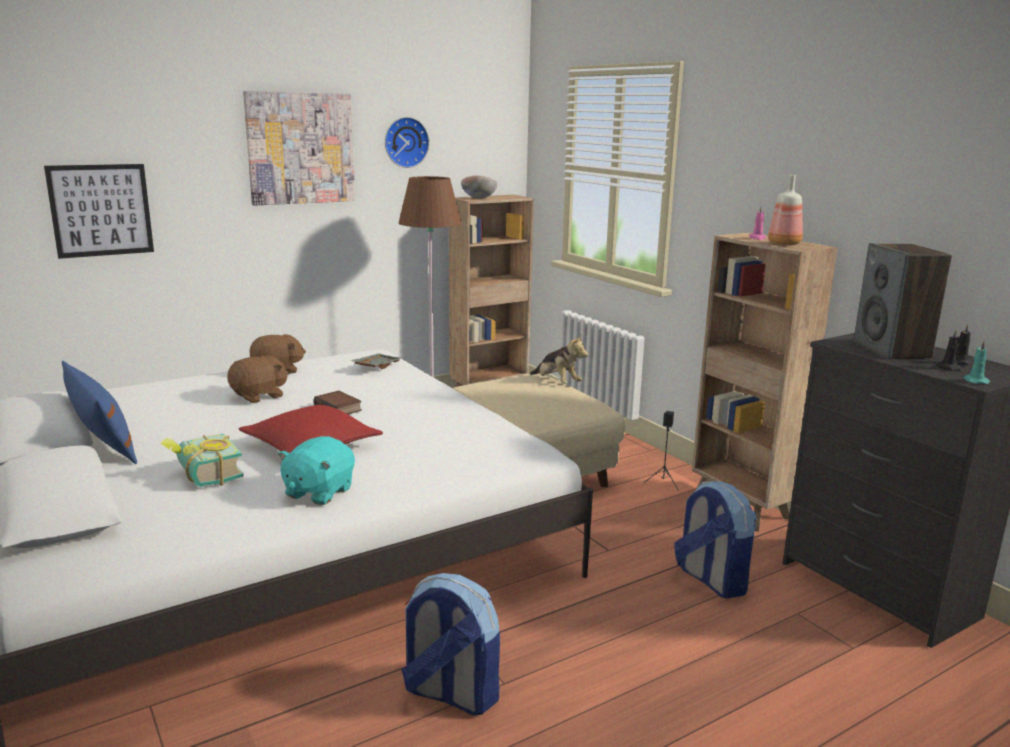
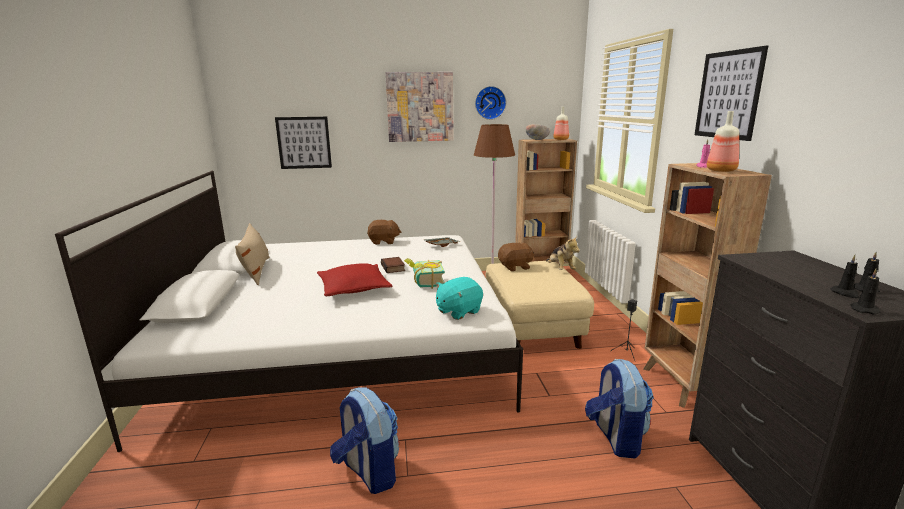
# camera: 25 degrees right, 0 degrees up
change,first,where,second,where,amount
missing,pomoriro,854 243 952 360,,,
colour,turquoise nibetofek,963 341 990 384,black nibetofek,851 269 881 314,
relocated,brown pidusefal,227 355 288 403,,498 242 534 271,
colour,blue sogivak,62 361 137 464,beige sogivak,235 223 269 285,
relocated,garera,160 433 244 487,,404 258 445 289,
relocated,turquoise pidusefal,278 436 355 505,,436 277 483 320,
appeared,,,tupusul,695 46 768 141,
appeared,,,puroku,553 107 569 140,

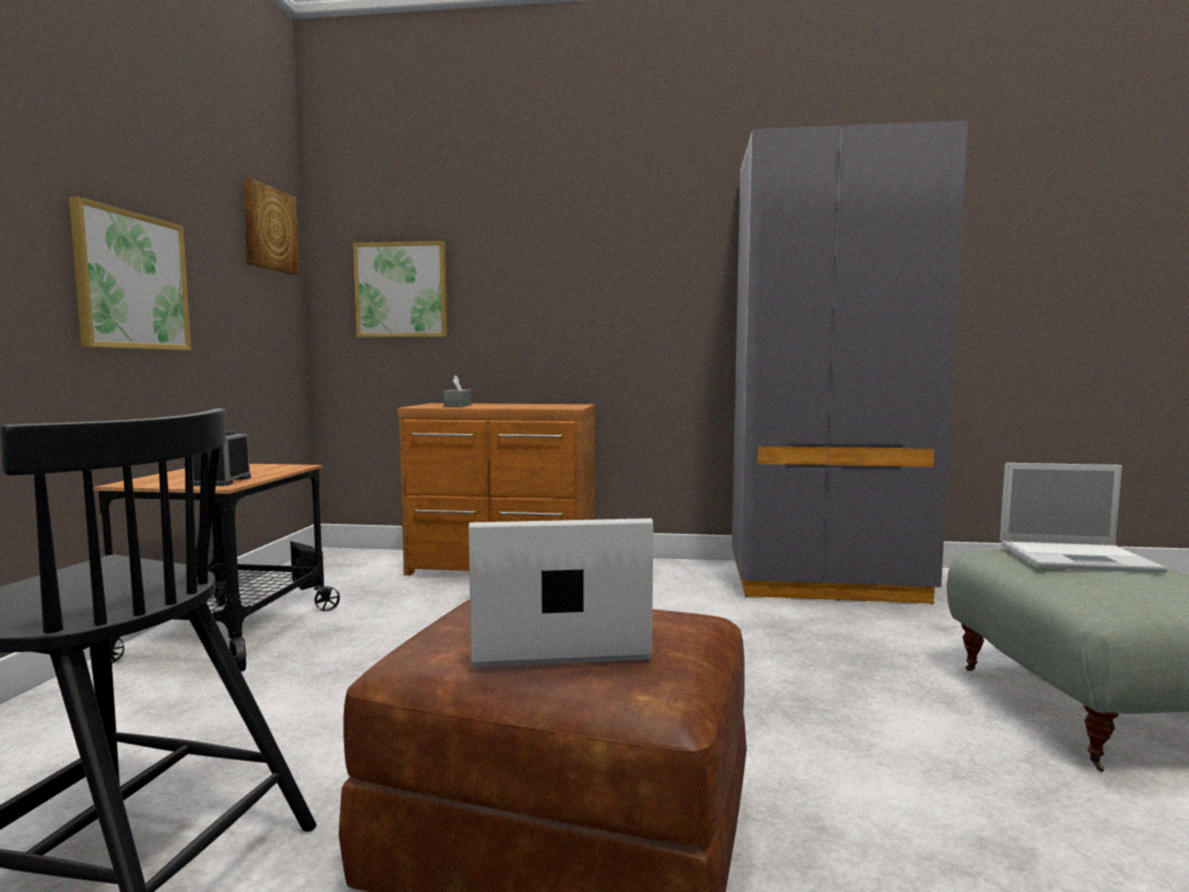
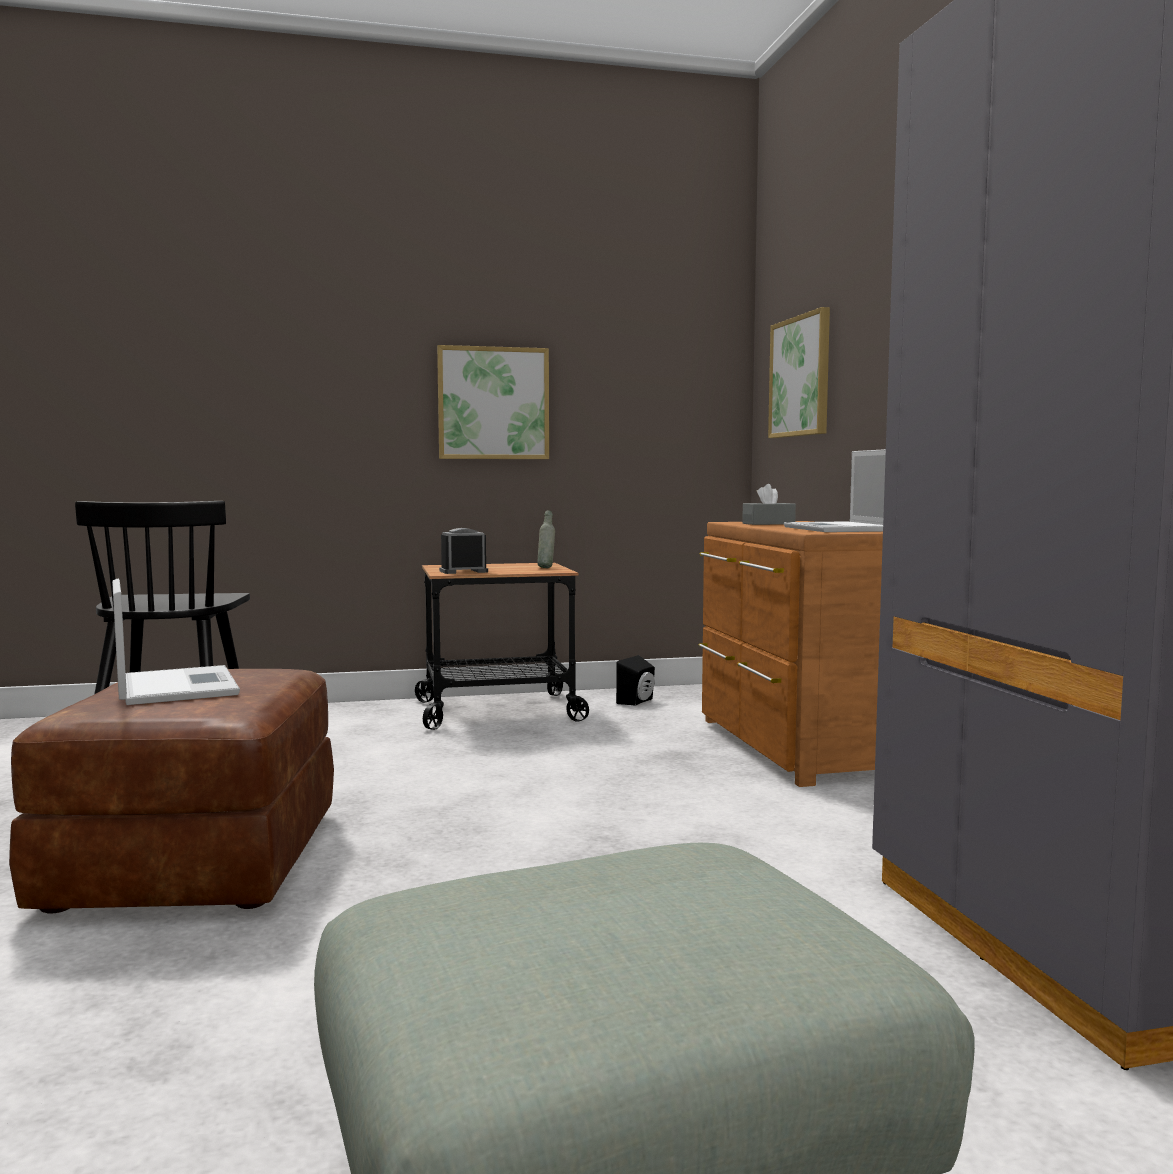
# camera: 70 degrees right, 0 degrees up
change,first,where,second,where,amount
missing,tupusul,243 177 299 275,,,
relocated,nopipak,1000 463 1168 573,,784 449 886 532,
appeared,,,grey puroku,538 510 555 568,

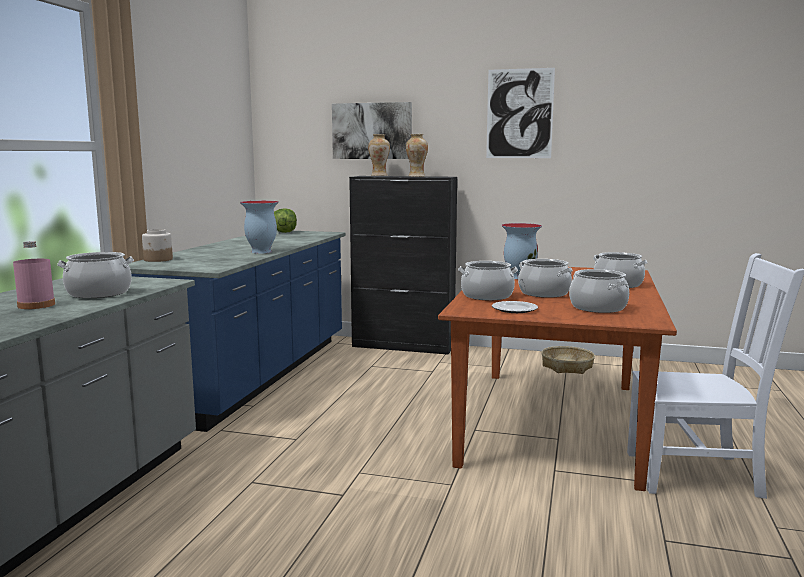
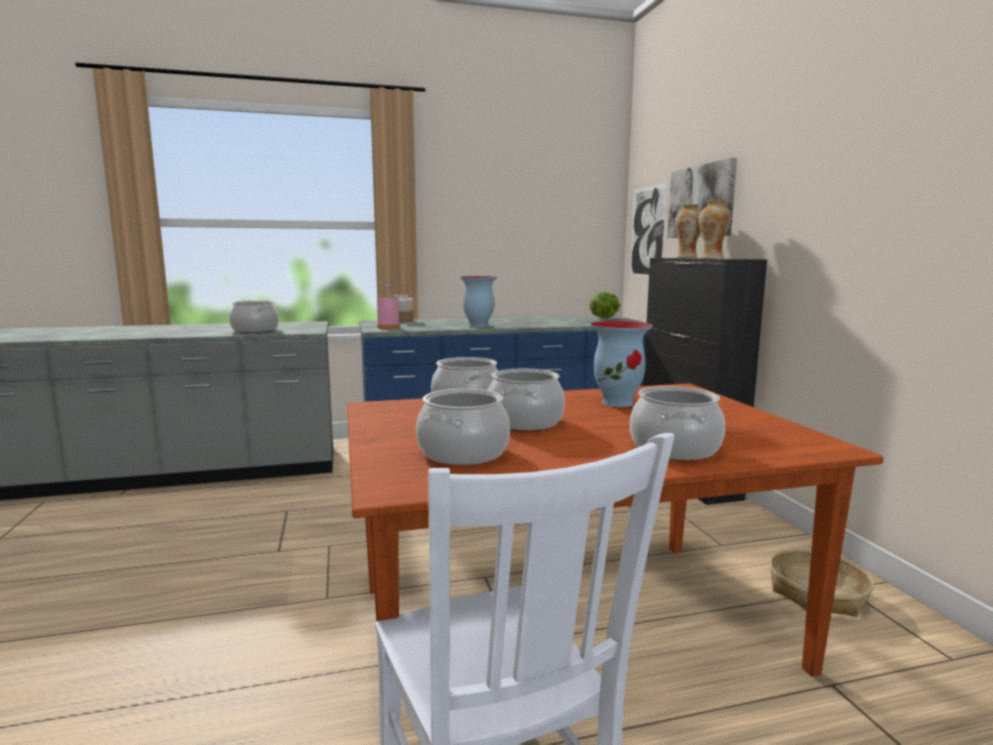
# camera: 60 degrees right, 0 degrees up
change,first,where,second,where,amount
relocated,tupusul,486 68 555 158,,630 183 668 276,
relocated,pink puroku,13 241 55 309,,377 285 400 329,
missing,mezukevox,492 301 538 313,,,

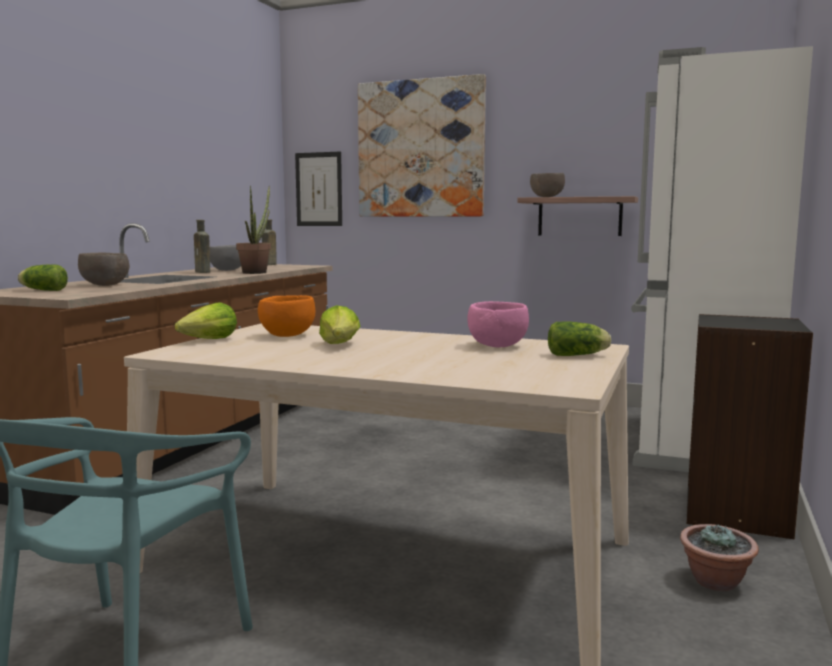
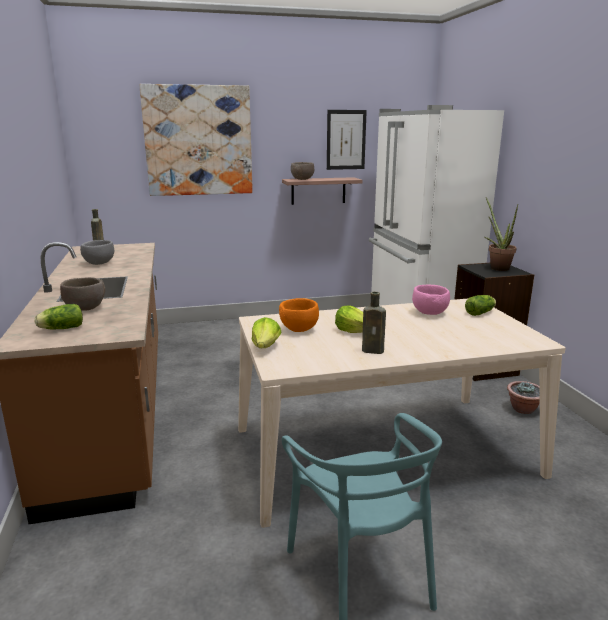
# camera: 35 degrees left, 10 degrees up
change,first,where,second,where,amount
relocated,tupusul,295 151 342 226,,327 110 367 170,
relocated,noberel,236 185 271 274,,485 197 518 271,
relocated,brown puroku,194 220 210 273,,362 292 386 354,

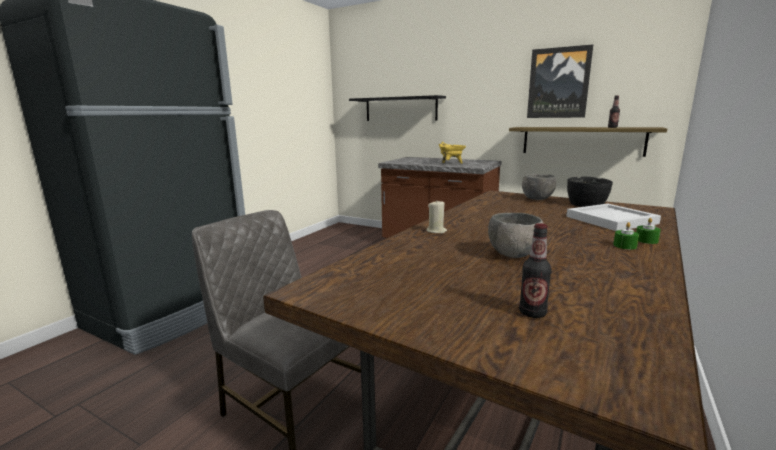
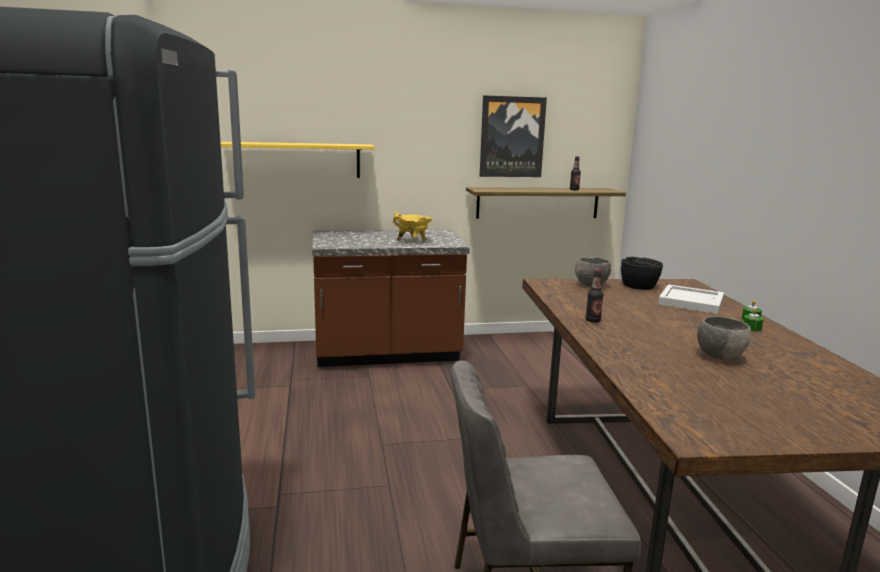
# camera: 40 degrees left, 0 degrees up
change,first,where,second,where,amount
colour,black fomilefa,349 95 446 121,yellow fomilefa,220 142 375 178,
missing,beige nibetofek,426 201 447 233,,,
relocated,puroku,519 223 552 318,,586 269 604 323,

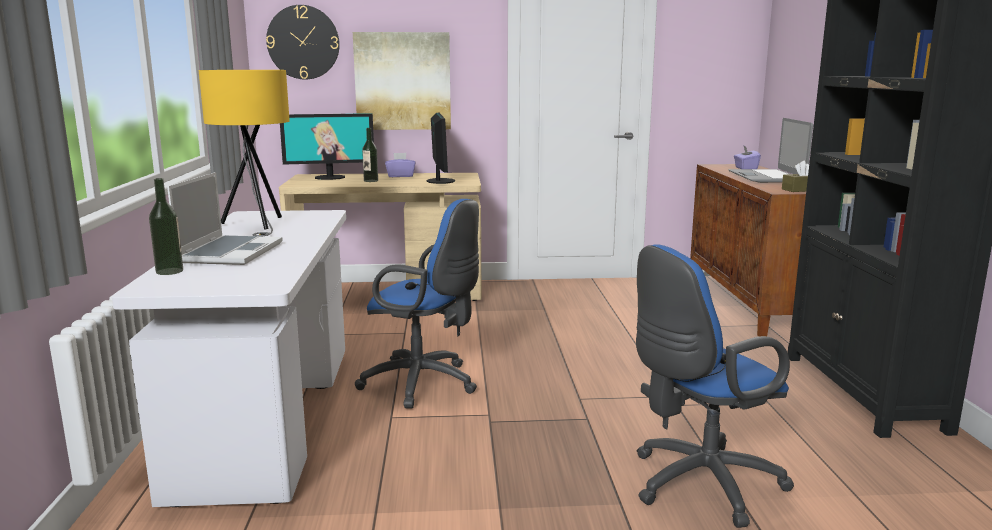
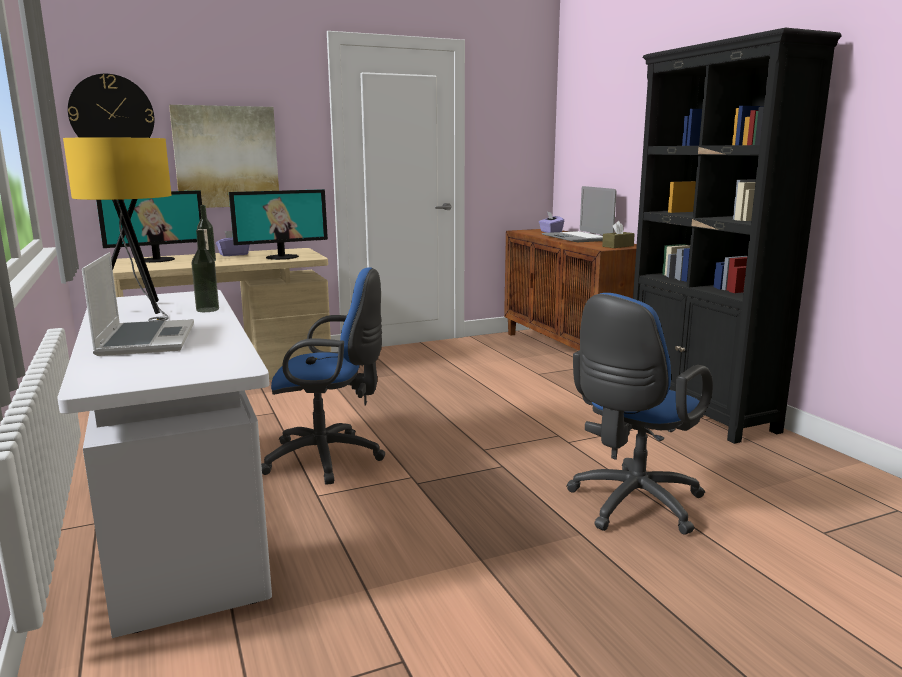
# camera: 20 degrees left, 0 degrees up
change,first,where,second,where,amount
spun,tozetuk,427 113 455 184,,229 189 328 260,90 degrees clockwise
relocated,puroku,149 178 183 275,,191 229 219 312,

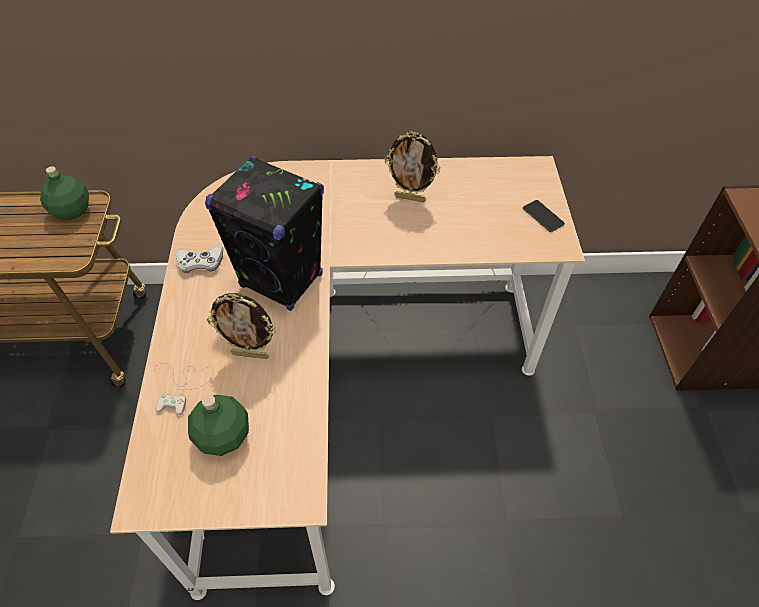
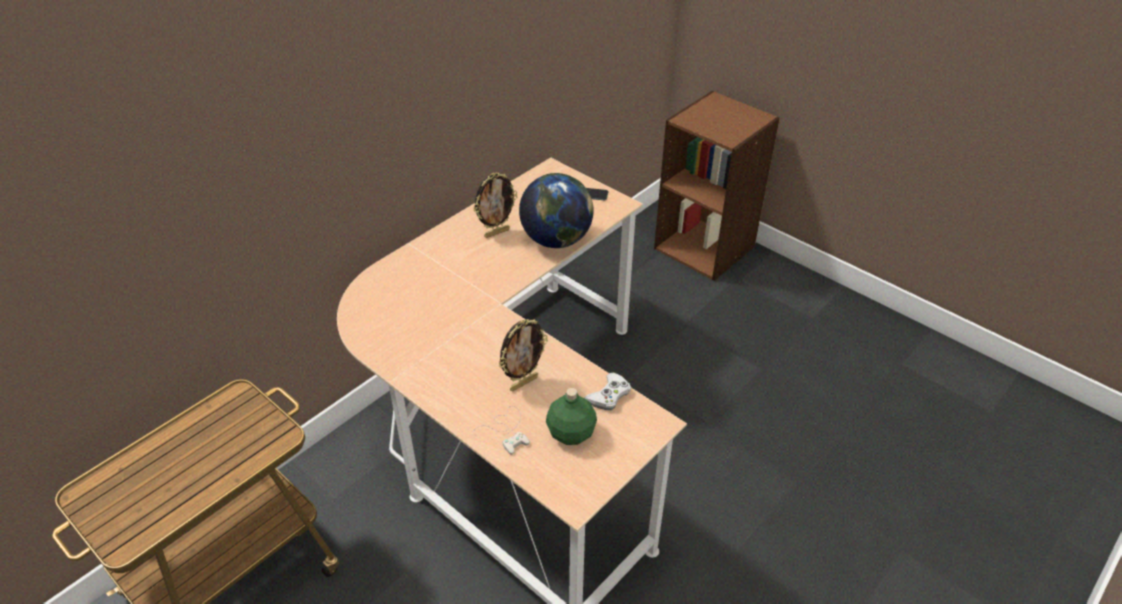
# camera: 45 degrees left, 10 degrees down
change,first,where,second,where,amount
missing,black pomoriro,205 156 324 311,,,
missing,green puroku,40 166 89 220,,,
relocated,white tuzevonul,176 246 223 273,,585 372 631 410,
appeared,,,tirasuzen,519 173 594 248,

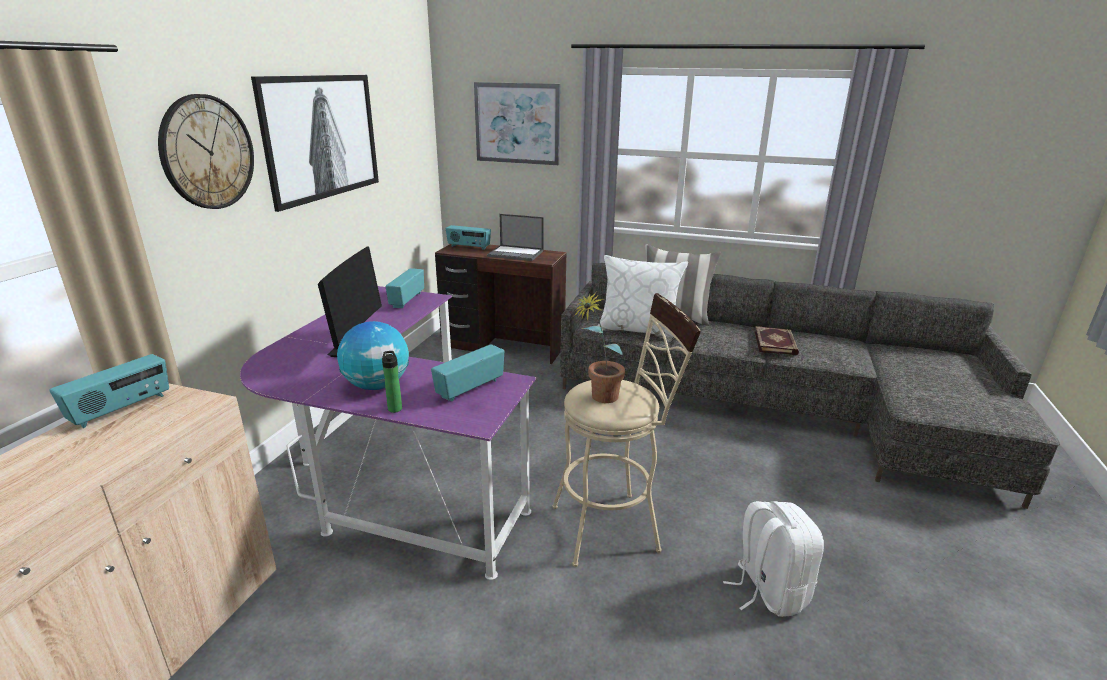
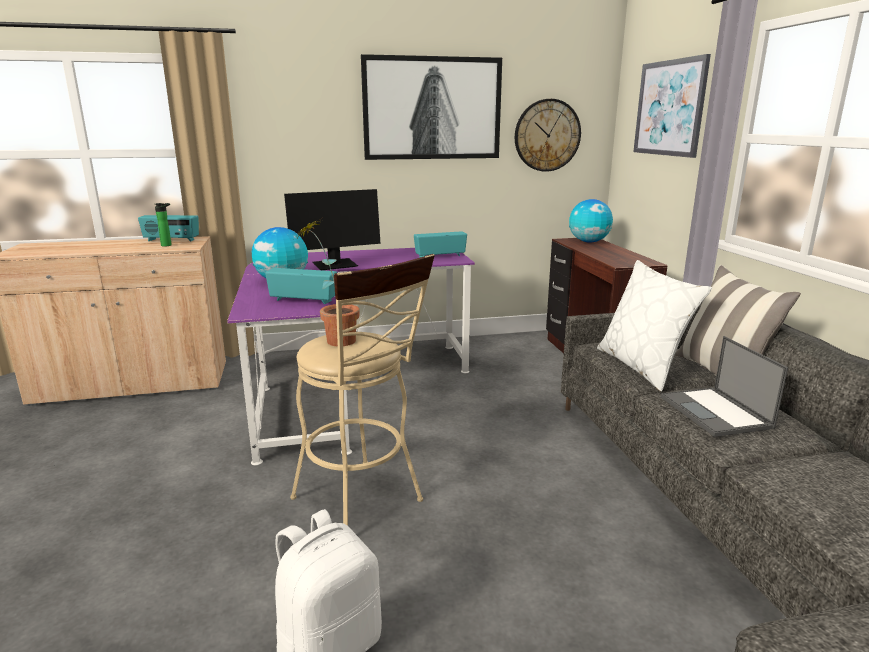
# camera: 60 degrees right, 5 degrees down
change,first,where,second,where,amount
relocated,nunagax,158 94 254 209,,515 99 581 172,
relocated,nopipak,487 214 544 261,,661 336 788 437,
exchanged,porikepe,446 225 491 250,tirasuzen,569 199 613 243,
missing,garera,755 326 799 355,,,
relocated,puroku,382 351 402 413,,155 203 172 246,

